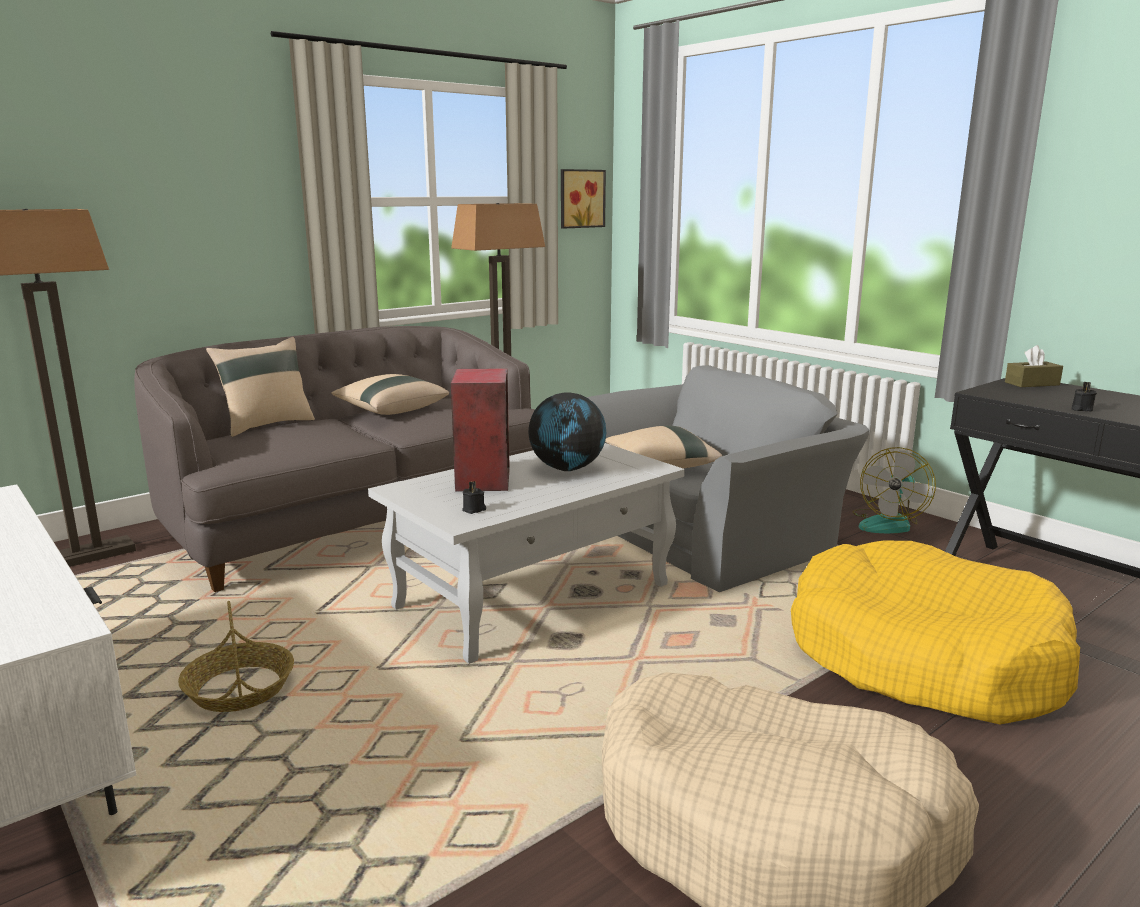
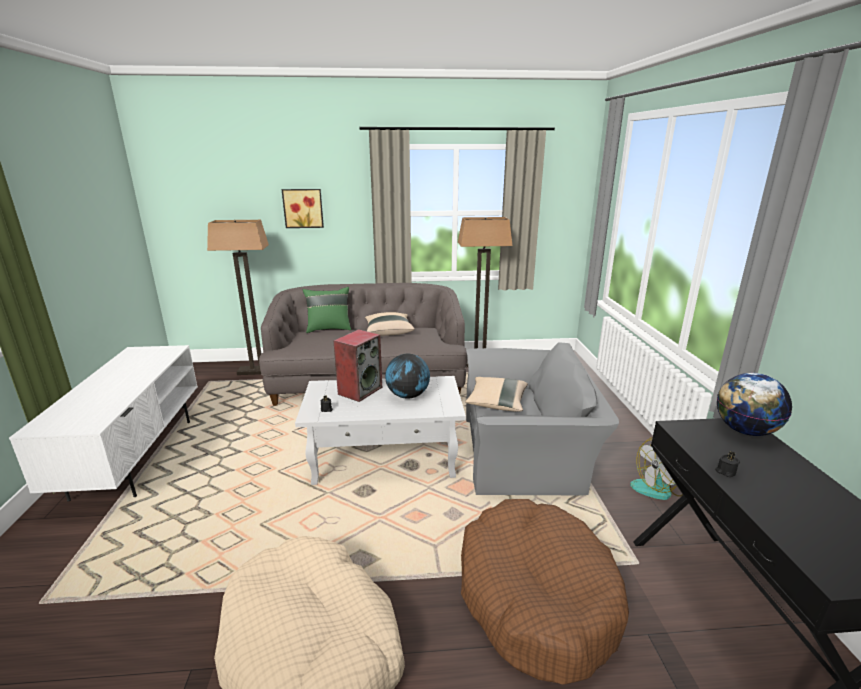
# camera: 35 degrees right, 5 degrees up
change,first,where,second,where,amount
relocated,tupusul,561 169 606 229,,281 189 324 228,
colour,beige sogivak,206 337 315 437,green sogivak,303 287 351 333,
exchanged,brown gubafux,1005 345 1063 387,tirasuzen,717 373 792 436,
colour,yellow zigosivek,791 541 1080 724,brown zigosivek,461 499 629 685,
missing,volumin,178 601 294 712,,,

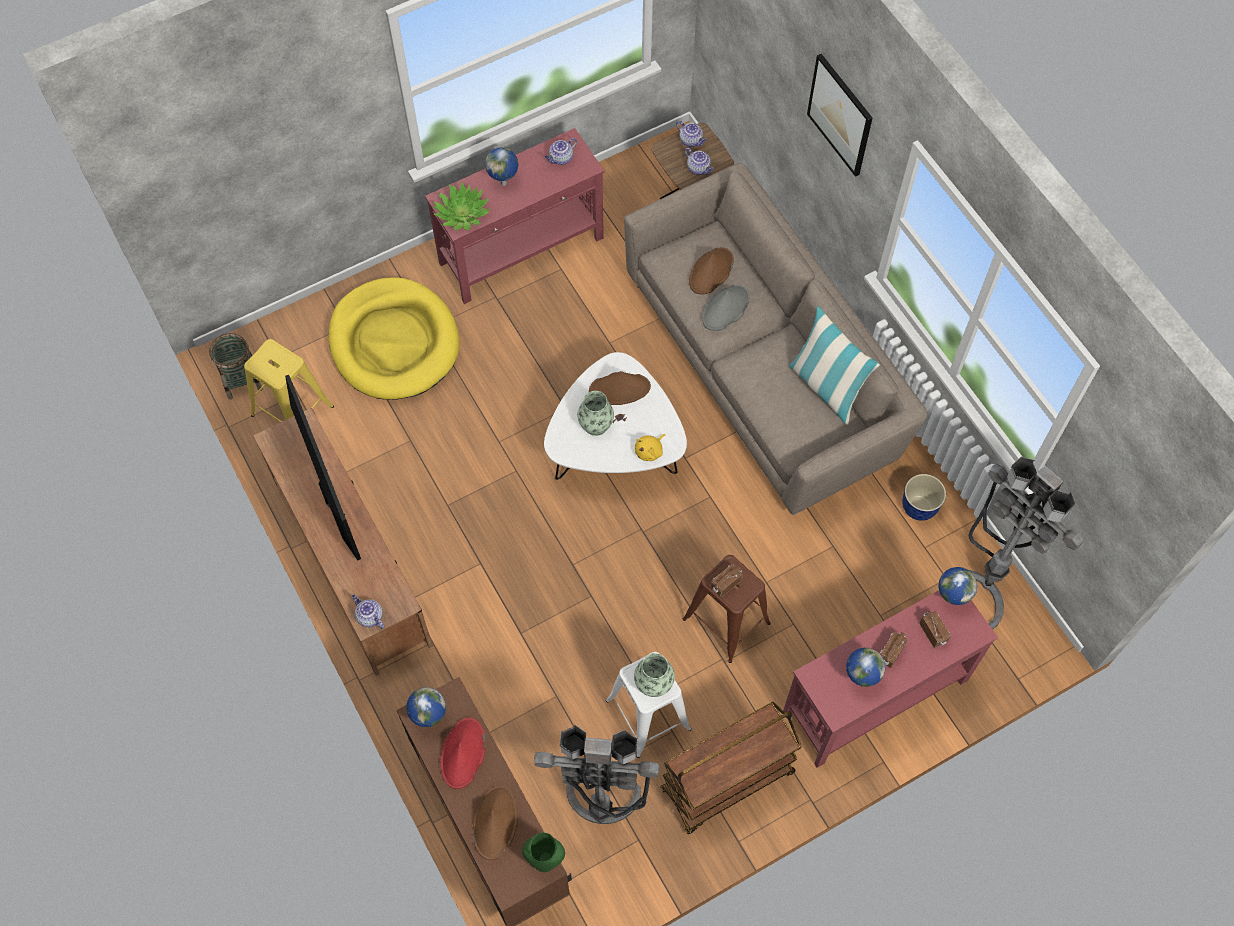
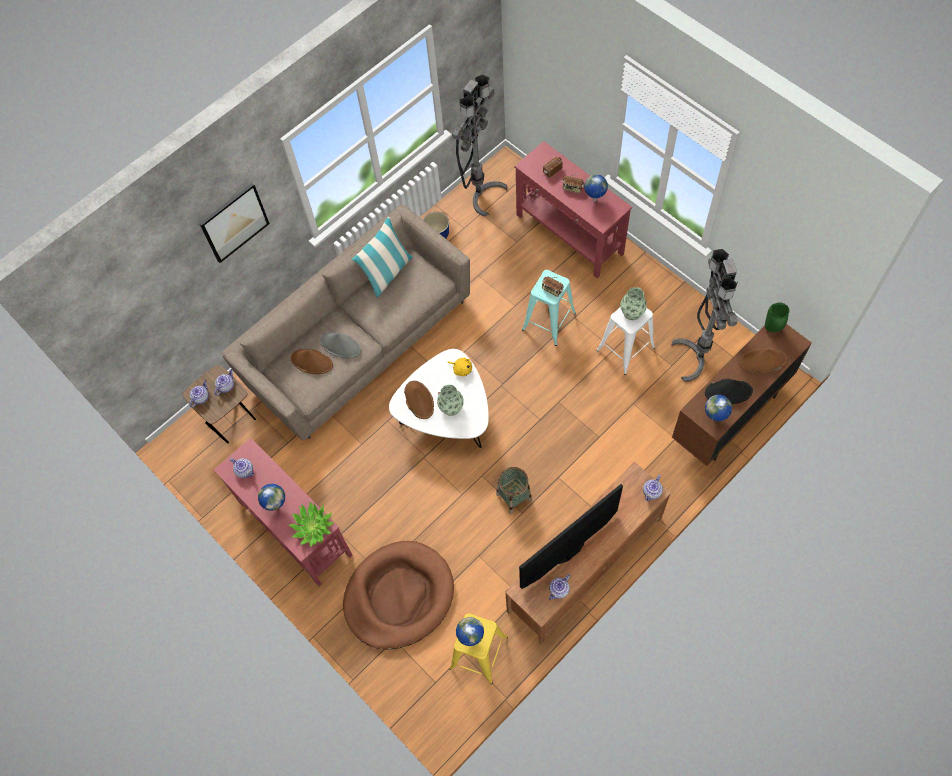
# camera: 100 degrees left, 0 degrees up
change,first,where,second,where,amount
colour,yellow zigosivek,328 277 460 400,brown zigosivek,343 541 454 650,
relocated,volumin,209 333 263 399,,496 467 532 514,
colour,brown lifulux,683 555 771 663,turquoise lifulux,522 270 576 346,
relocated,tirasuzen,938 567 977 605,,456 617 484 646,
missing,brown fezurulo,660 702 802 834,,,
colour,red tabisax,440 718 485 789,black tabisax,705 379 753 404,
appeared,,,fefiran,549 574 570 600,

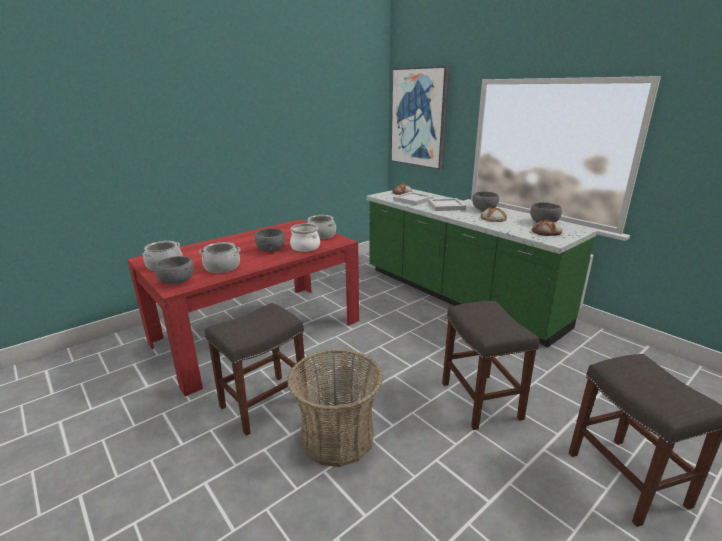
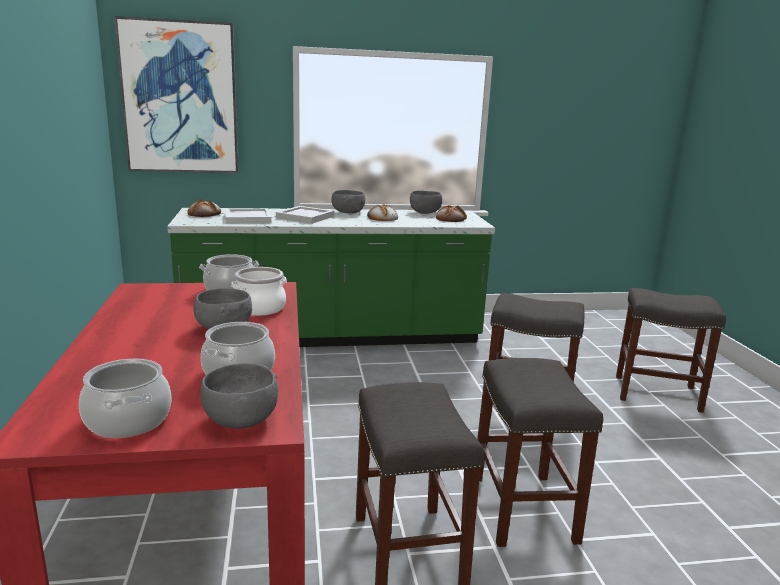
# camera: 60 degrees left, 5 degrees down
change,first,where,second,where,amount
exchanged,volumin,287 349 383 467,grey lifulux,477 358 603 547,

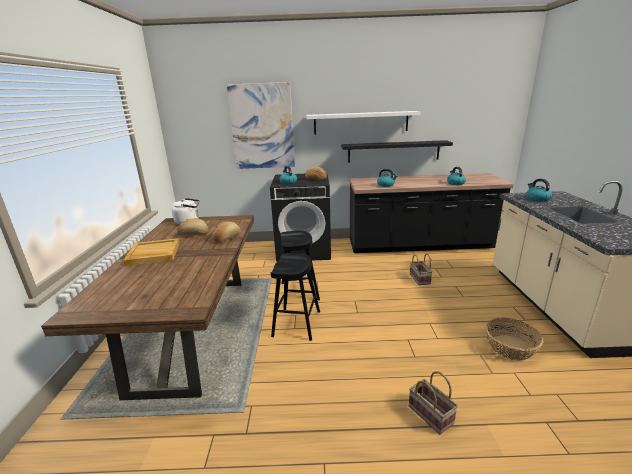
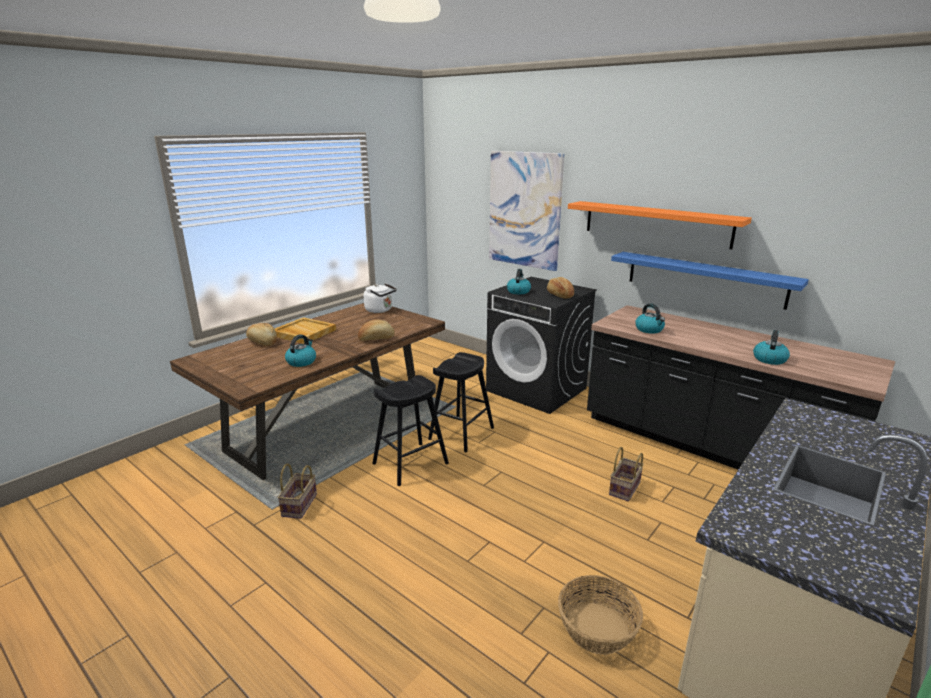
# camera: 40 degrees right, 0 degrees up
change,first,where,second,where,amount
colour,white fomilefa,306 111 420 134,orange fomilefa,568 201 752 249,
colour,black fomilefa,341 140 453 163,blue fomilefa,611 252 809 310,
relocated,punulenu,526 179 552 202,,285 335 316 367,
relocated,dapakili,177 218 209 235,,246 323 277 346,
relocated,volumin,409 371 458 434,,277 464 317 519,

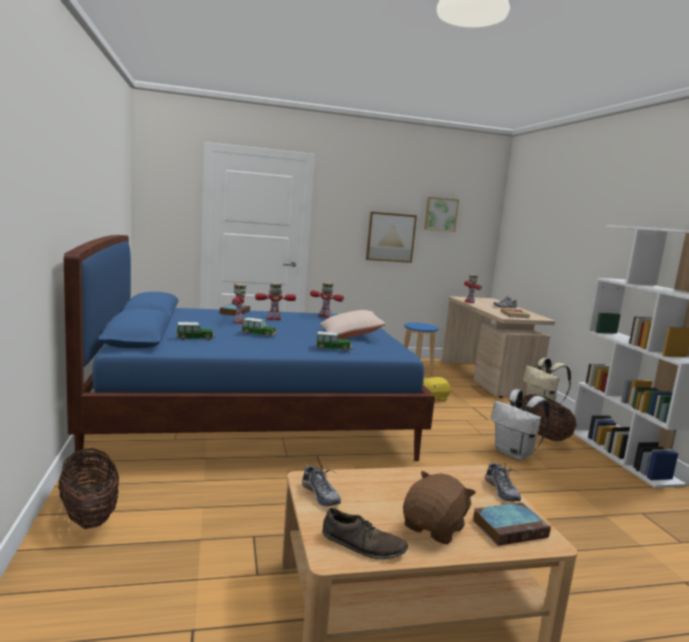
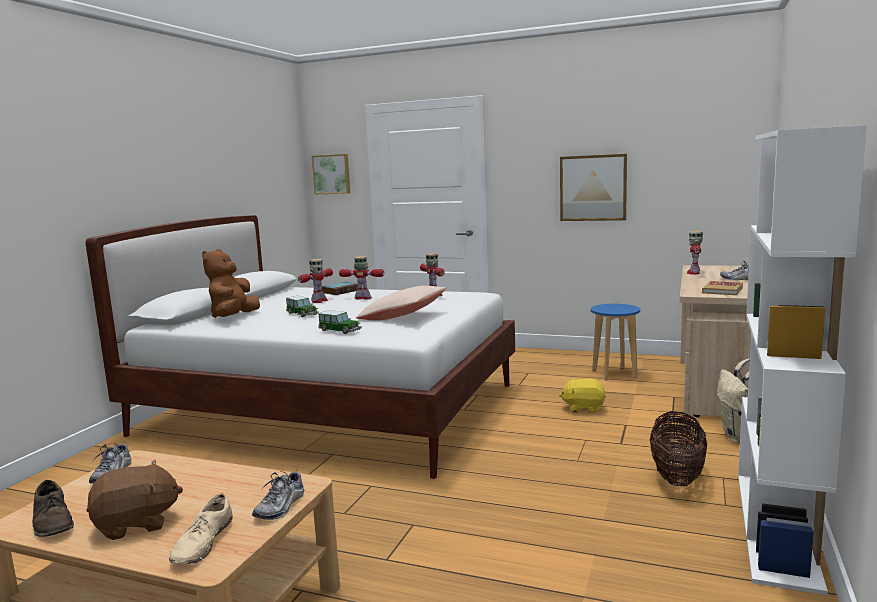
# camera: 35 degrees right, 0 degrees up
change,first,where,second,where,amount
relocated,tupusul,424 197 459 232,,312 154 350 194,
colour,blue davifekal,64 235 435 471,white davifekal,86 215 515 479,
exchanged,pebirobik,176 322 215 340,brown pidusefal,202 249 260 318,
missing,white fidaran,491 389 550 460,,,
missing,volumin,58 448 119 529,,,
exchanged,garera,472 502 551 546,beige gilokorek,169 493 233 564,

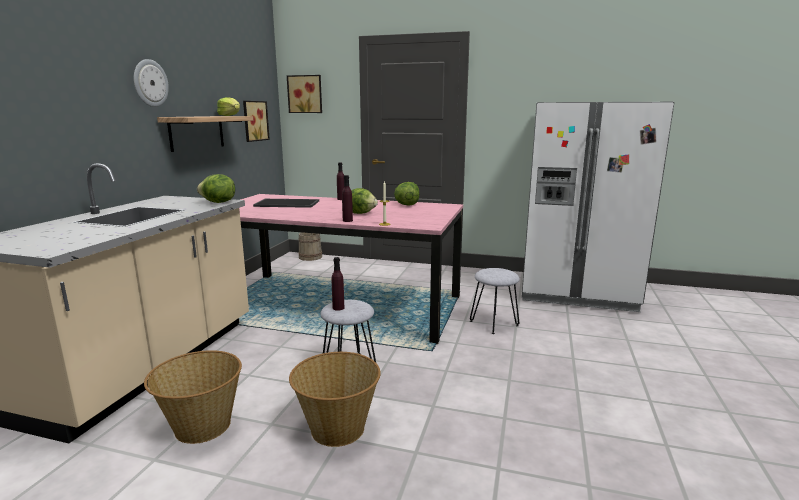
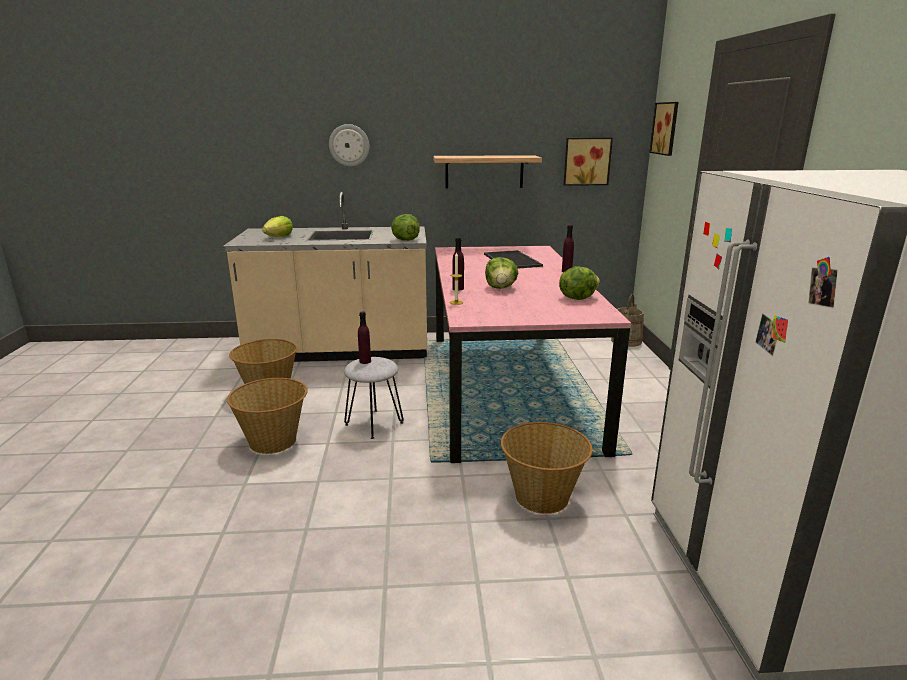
# camera: 70 degrees right, 5 degrees up
change,first,where,second,where,amount
relocated,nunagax,134 59 169 107,,329 124 370 167,
relocated,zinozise,217 97 240 116,,262 216 293 237,
exchanged,grey lifulux,470 268 520 334,volumin,501 422 593 514,

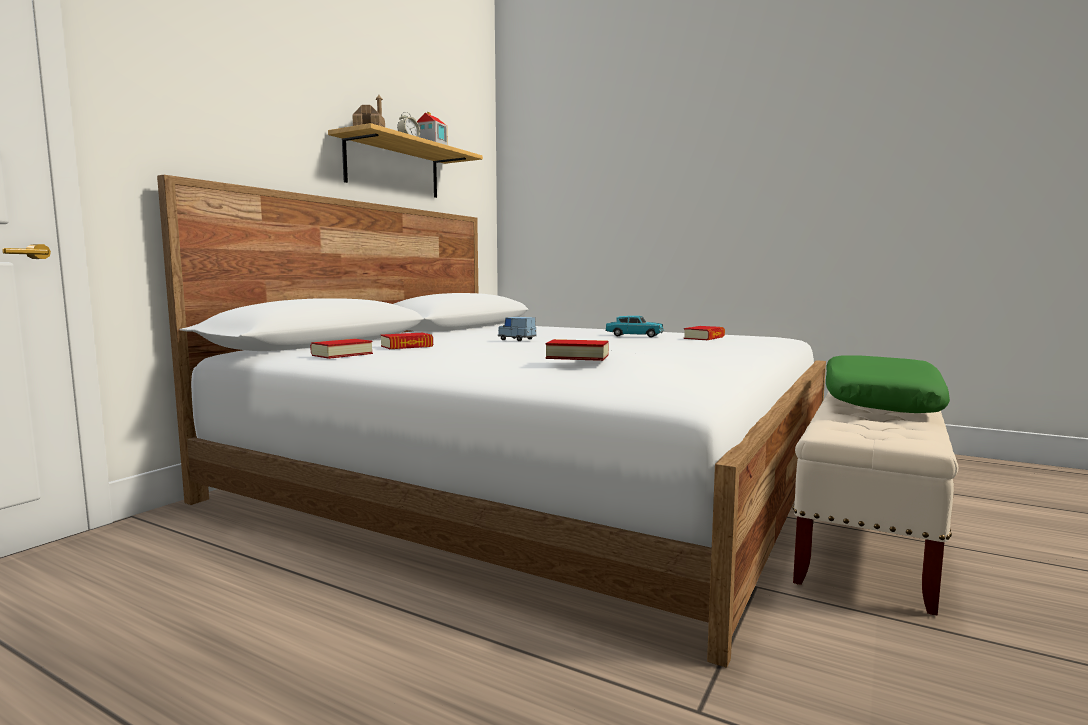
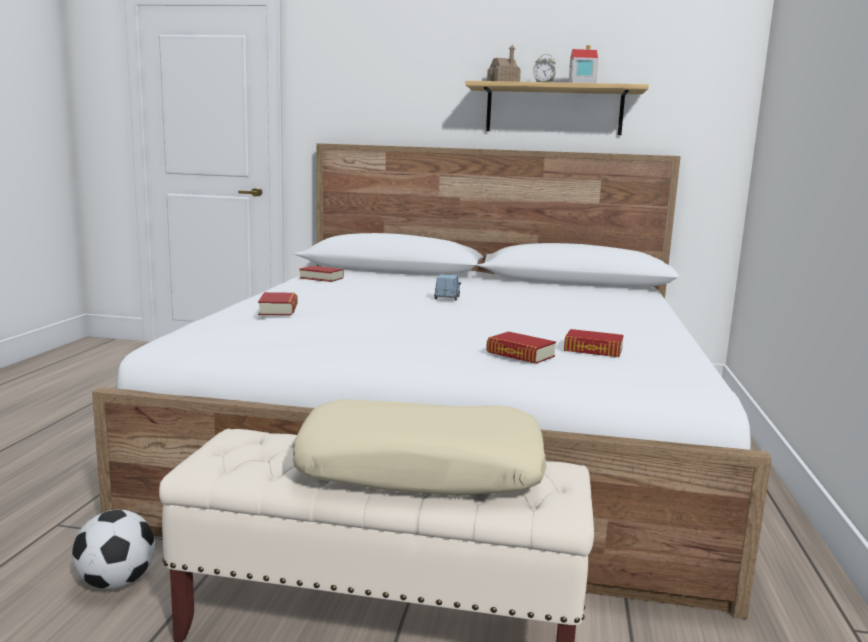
# camera: 70 degrees right, 5 degrees up
change,first,where,second,where,amount
missing,turquoise pebirobik,605 316 664 338,,,
relocated,garera,380 333 433 349,,486 332 556 364,
colour,green sogivak,826 356 950 413,beige sogivak,293 399 546 496,
appeared,,,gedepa,72 509 155 589,

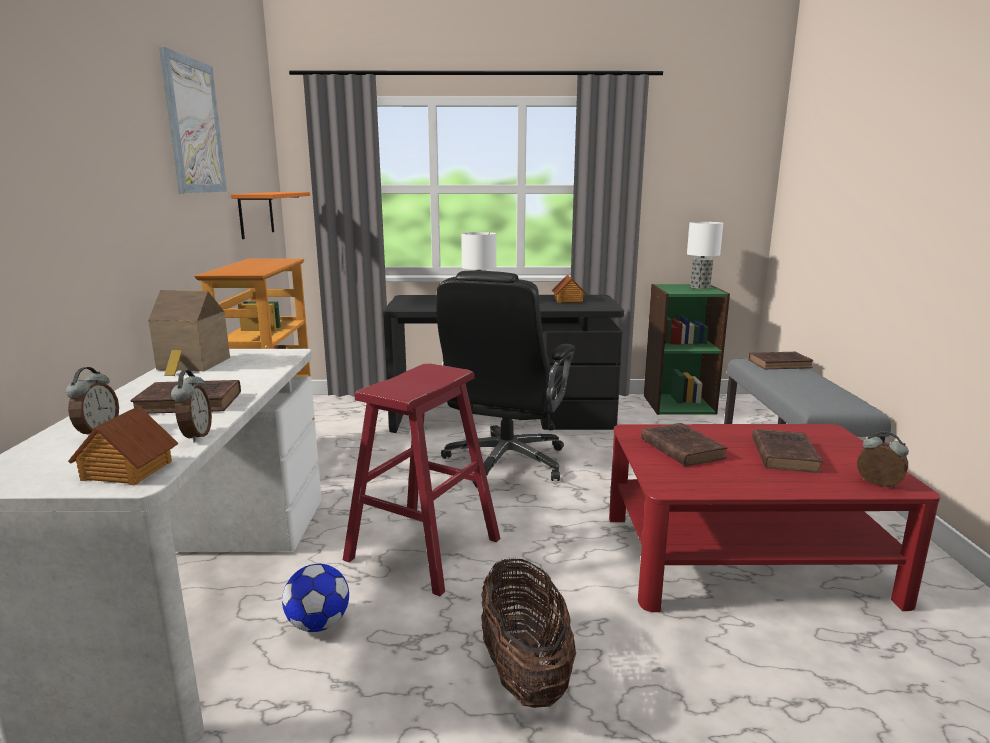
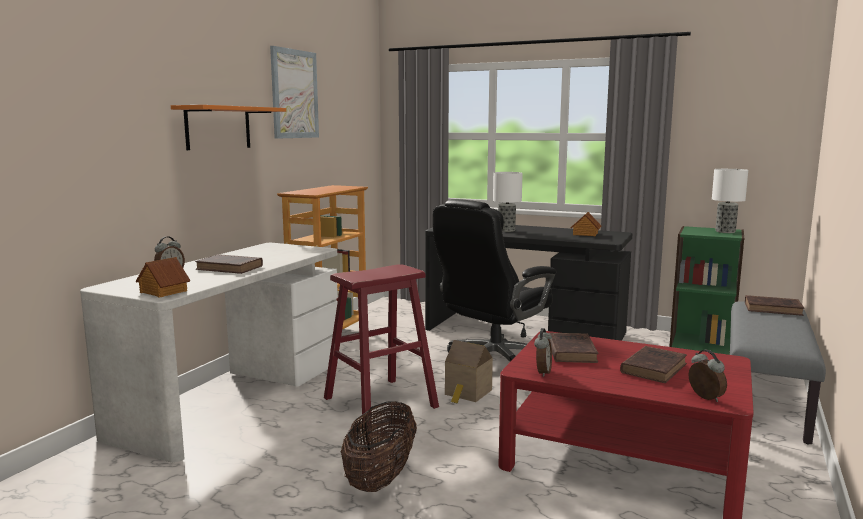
# camera: 25 degrees right, 5 degrees down
change,first,where,second,where,amount
relocated,orange fomilefa,231 192 310 239,,171 105 286 150,
relocated,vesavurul,148 290 230 376,,445 340 493 404,
relocated,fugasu,171 370 212 442,,534 328 552 377,
missing,gedepa,282 564 349 632,,,

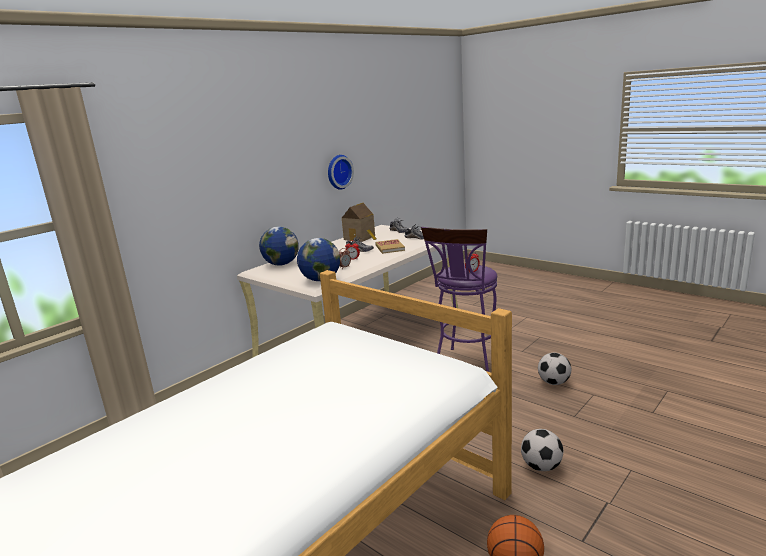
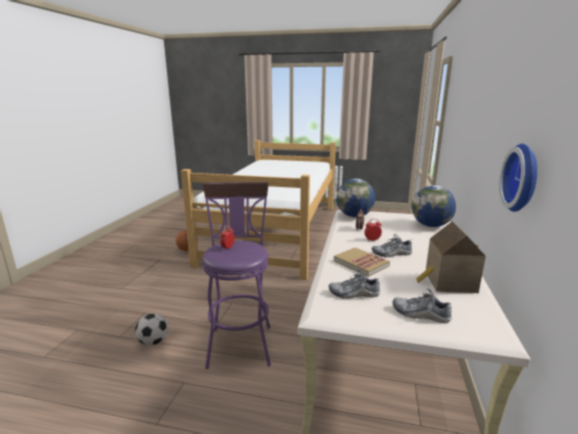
# camera: 150 degrees right, 0 degrees up
change,first,where,second,where,amount
missing,gedepa,521 429 563 471,,,

